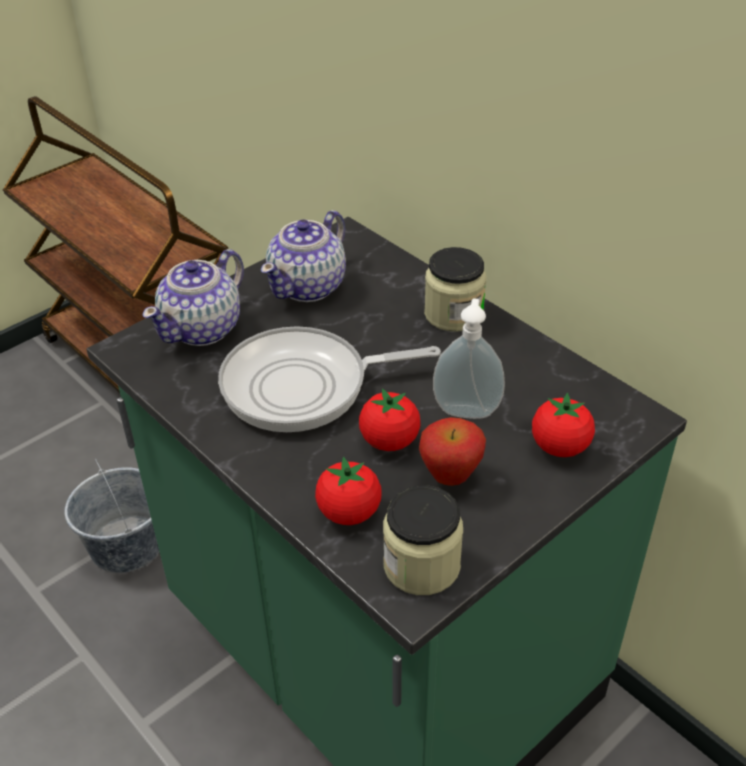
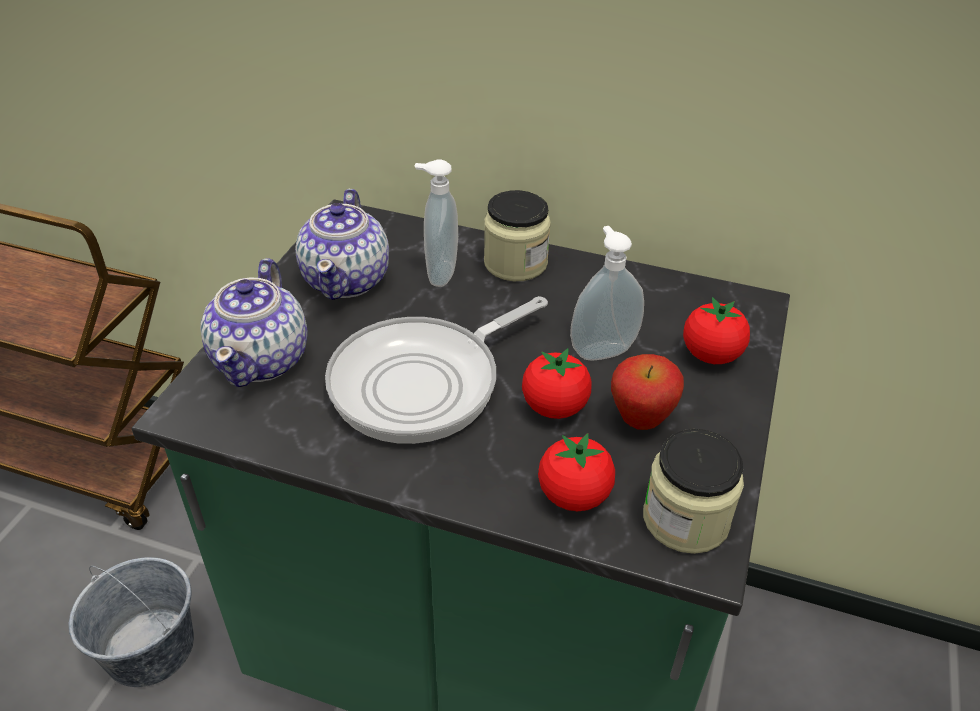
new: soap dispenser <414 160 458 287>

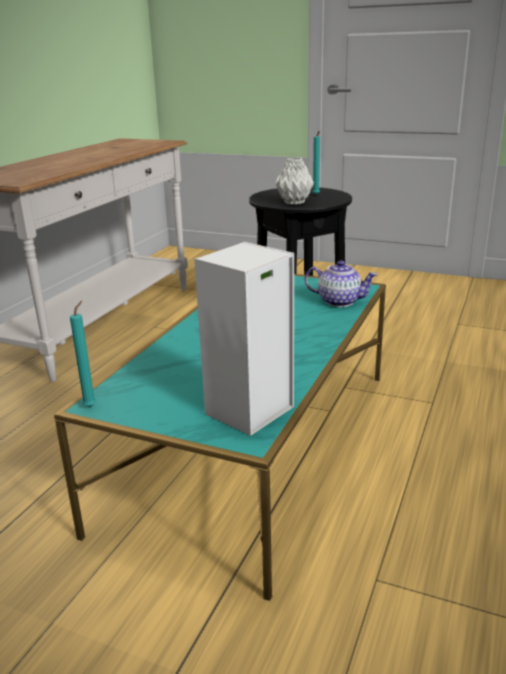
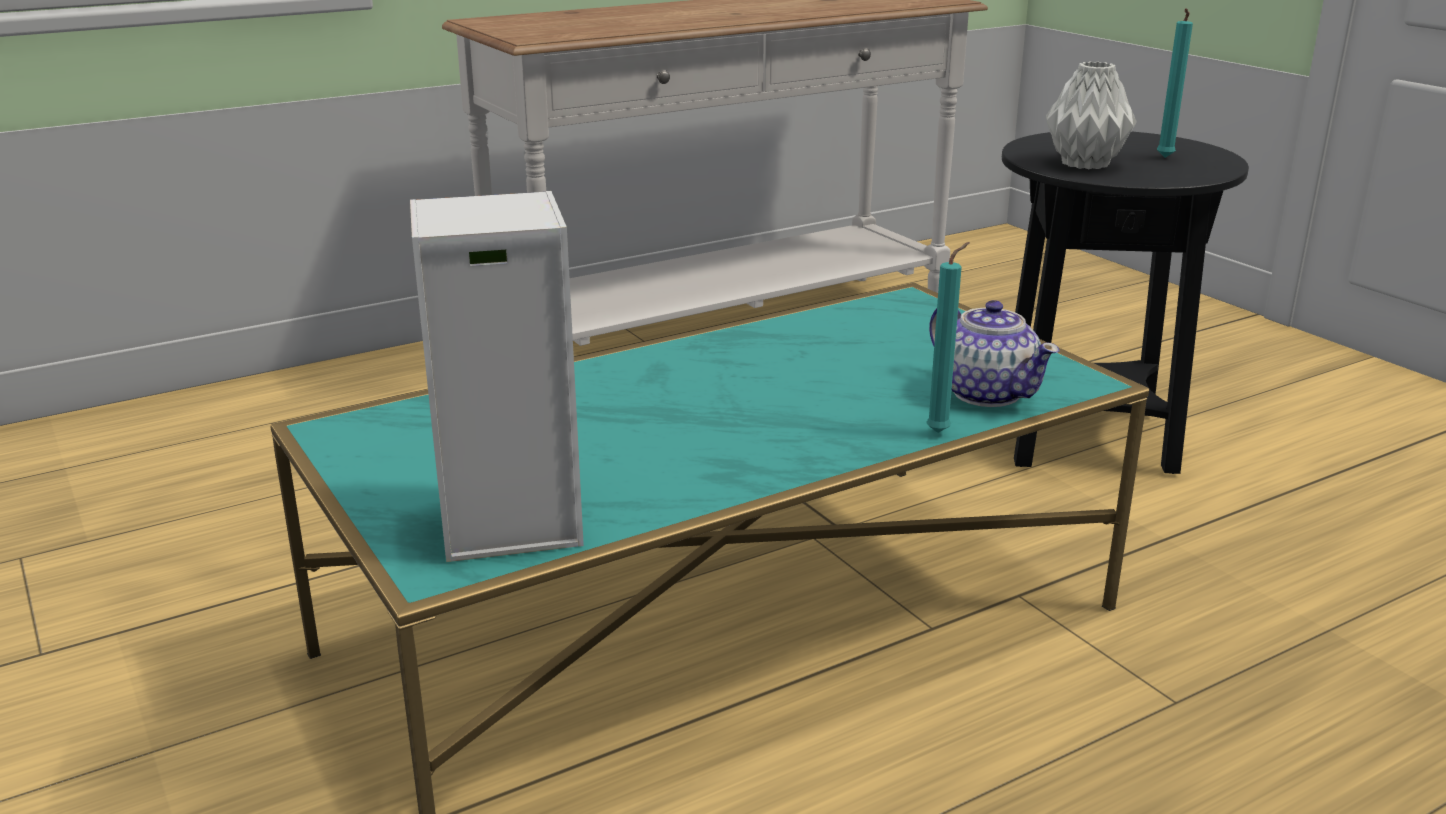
shifted: candle in blue-green <70 301 96 407> to <926 242 970 433>

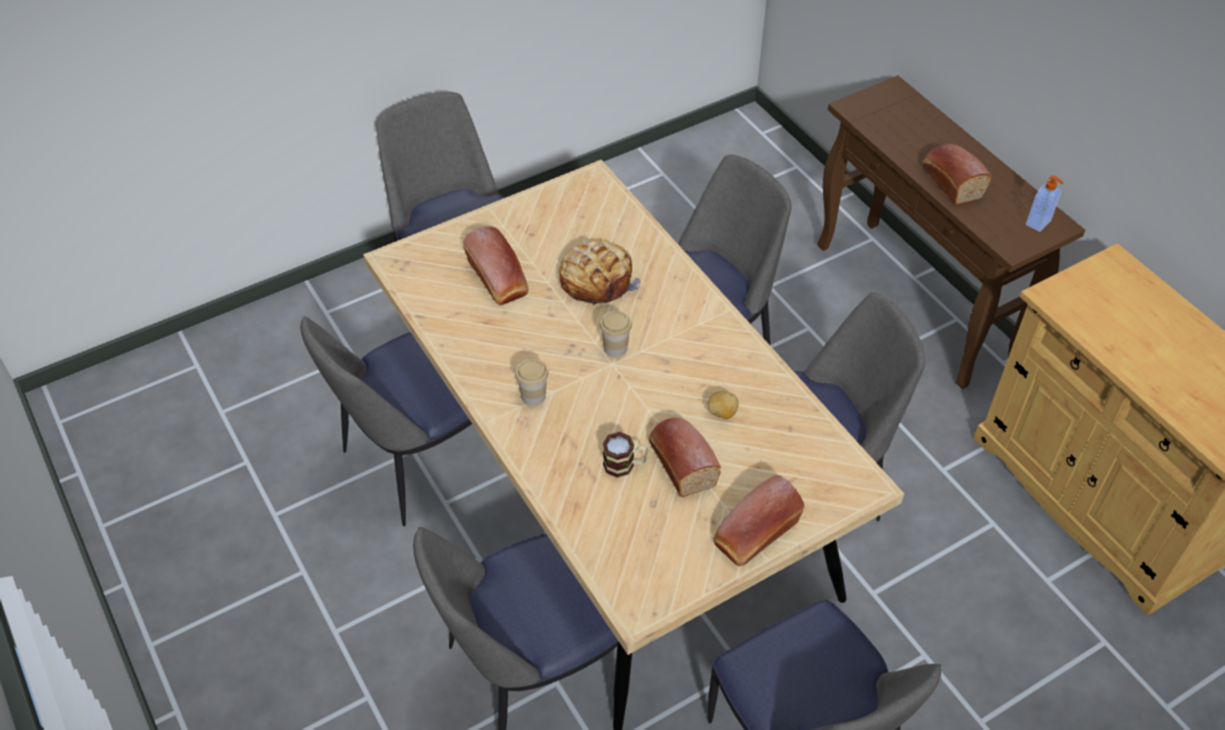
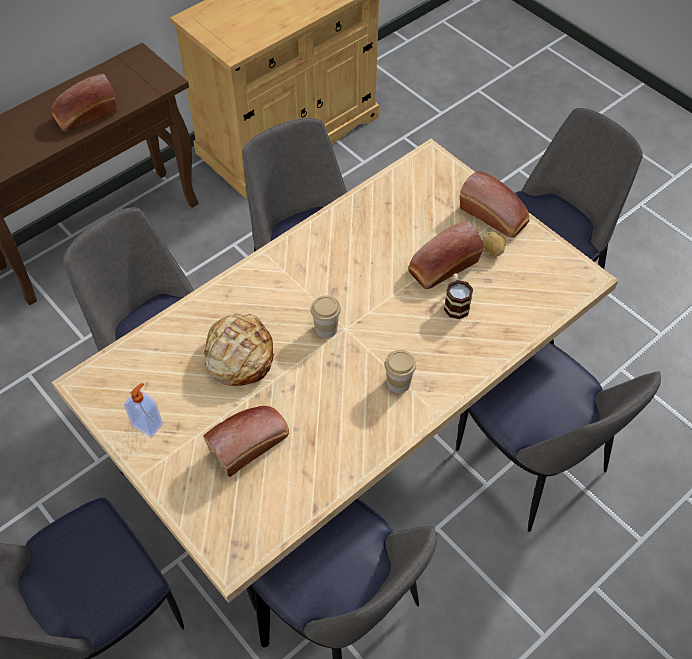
shifted: potato <707 391 739 419> to <482 231 506 256>; soap dispenser <1026 175 1063 232> to <124 383 163 437>

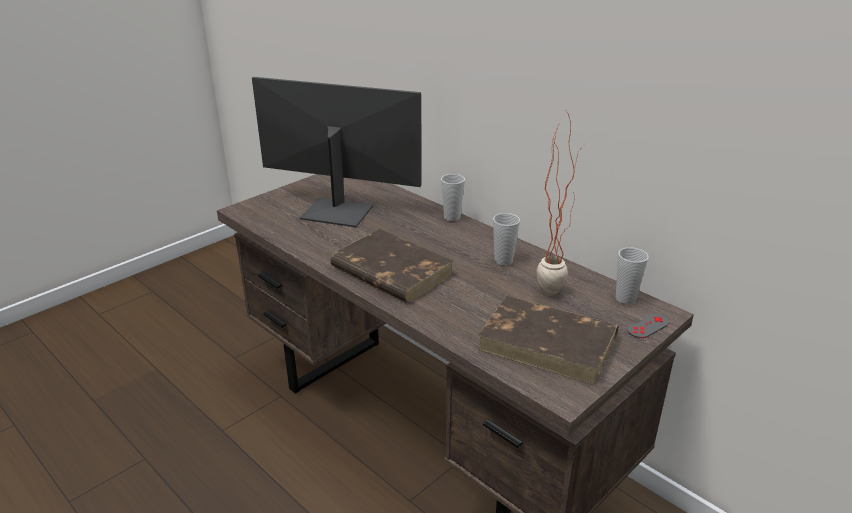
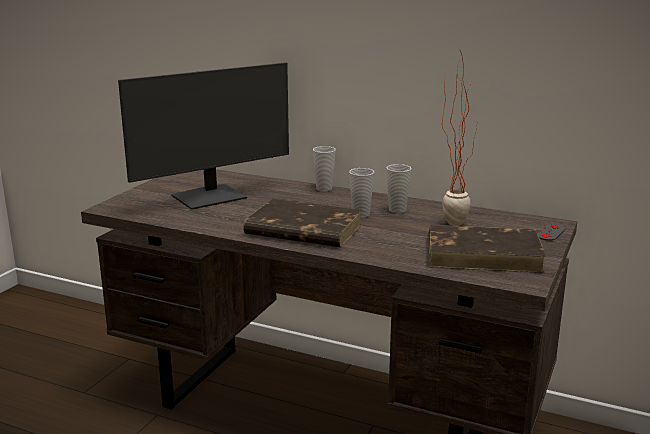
shifted: drinking cup <616 247 649 304> to <349 168 374 218>
rotated: computer display <252 77 421 227> = <118 62 289 210> 150 degrees clockwise

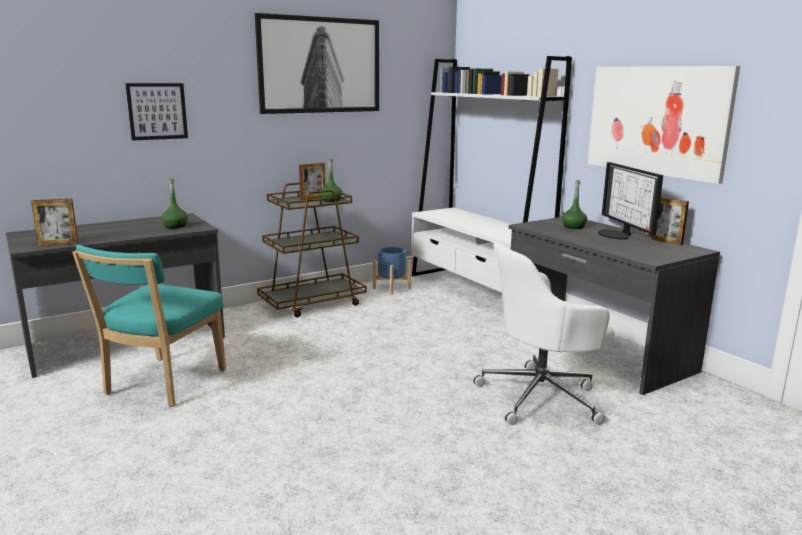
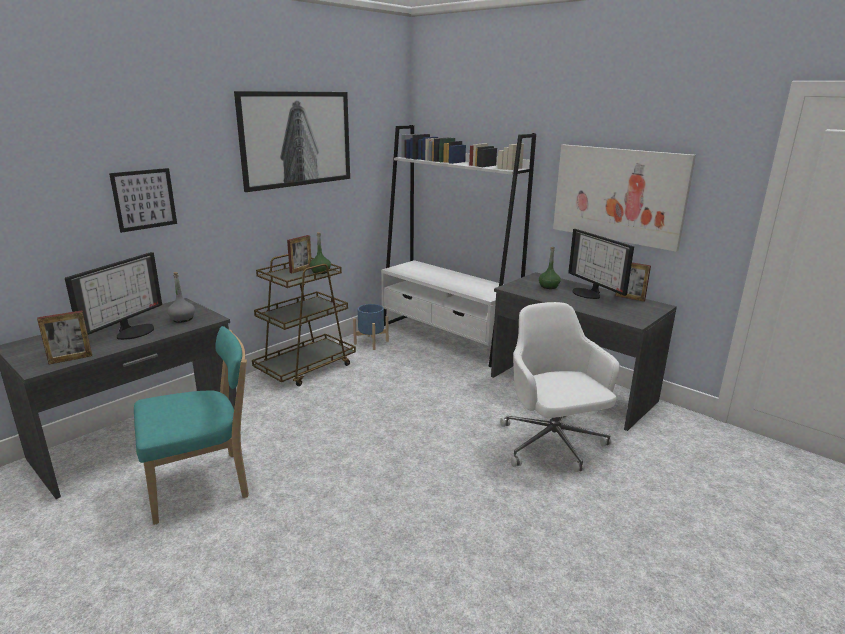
new: computer display <65 252 162 340>
repainted: beverage bottle in green-coloured <162 178 188 228> to beverage bottle in grey <167 272 195 323>
rotated: upright chair in blue-green <72 245 226 407> = <134 326 249 525> 120 degrees counterclockwise; computer chair in white <473 241 615 425> = <500 302 620 472> 105 degrees clockwise

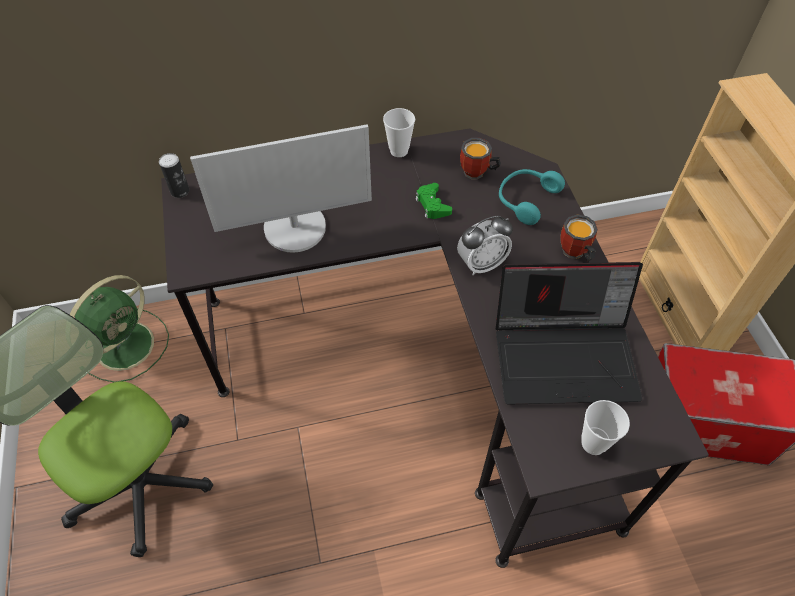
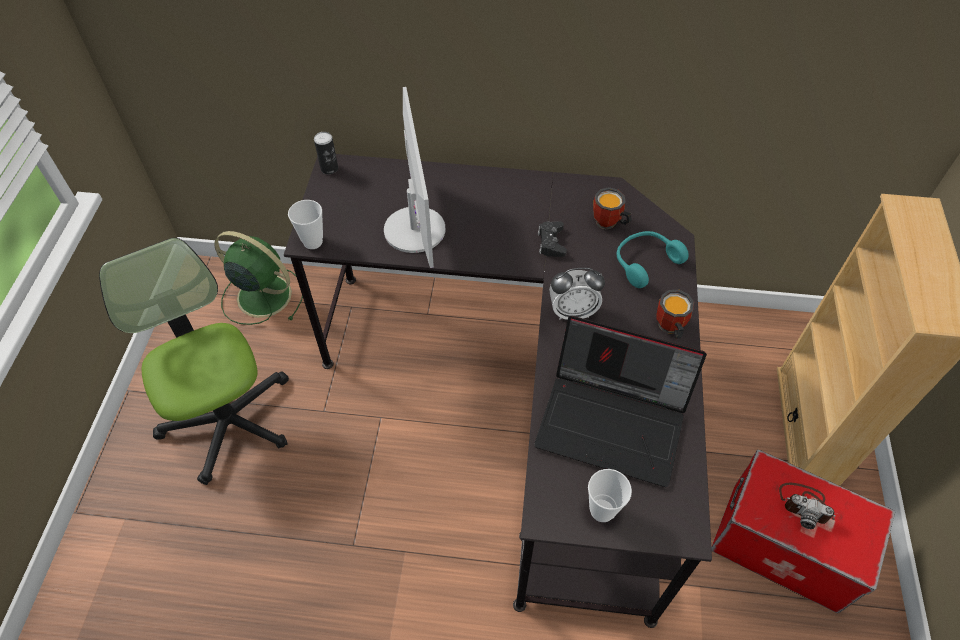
new: still camera <779 483 835 529>
shifted: drinking cup <383 108 415 157> to <288 200 323 249>
repainted: game controller in green-coloured <416 183 452 219> to game controller in black-coloured <538 221 567 257>
rotated: electric fan in green-coloured <69 275 169 382> = <214 231 303 325> 120 degrees counterclockwise; computer display <190 124 372 253> = <384 87 445 268> 105 degrees counterclockwise

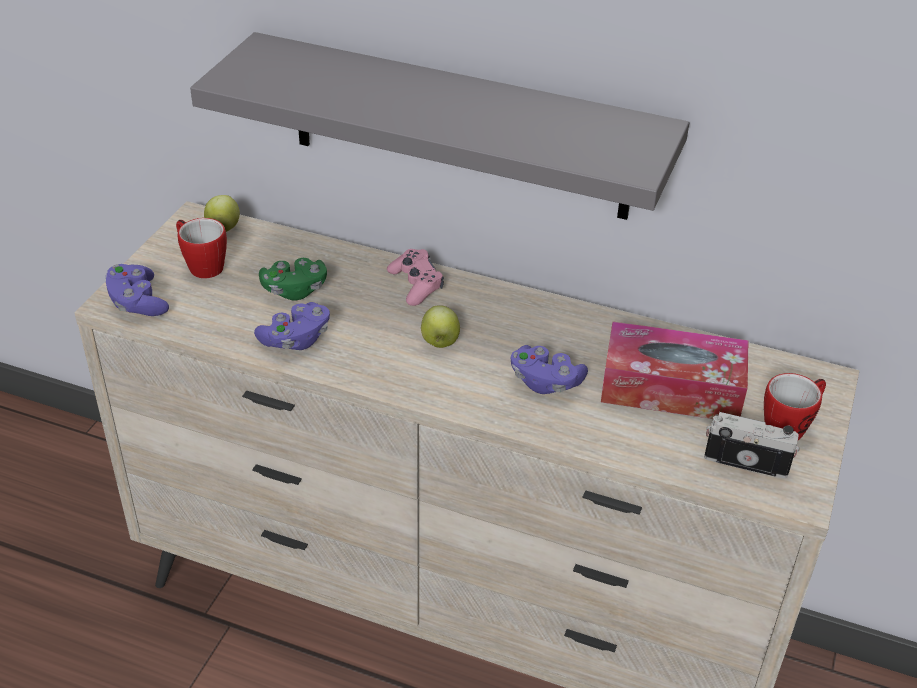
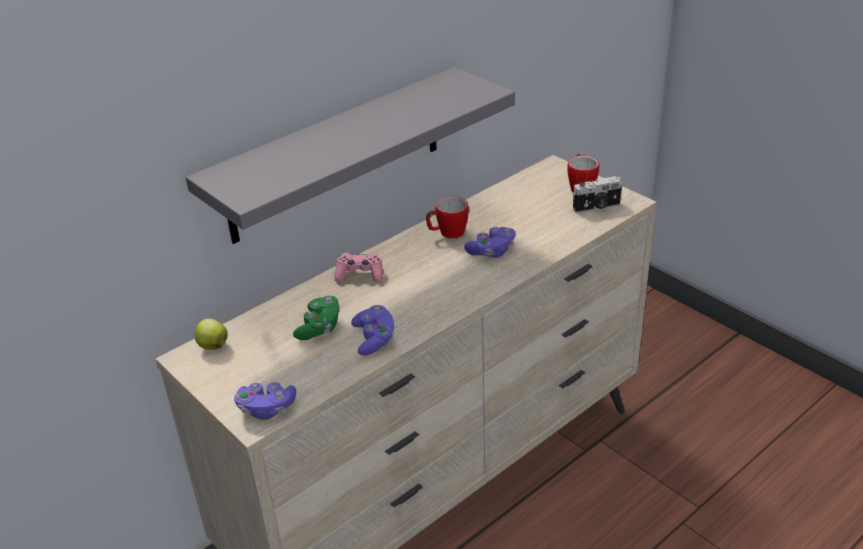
gone: apple <421 306 460 348>; tissue holder <601 322 749 419>
shifted: coffee mug <176 218 227 279> to <426 196 469 239>
rotated: still camera <704 412 799 478> = <573 176 623 213> 150 degrees counterclockwise

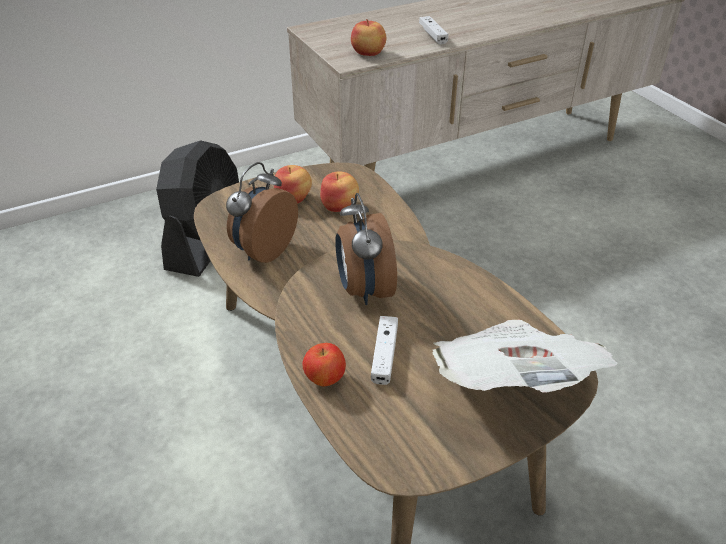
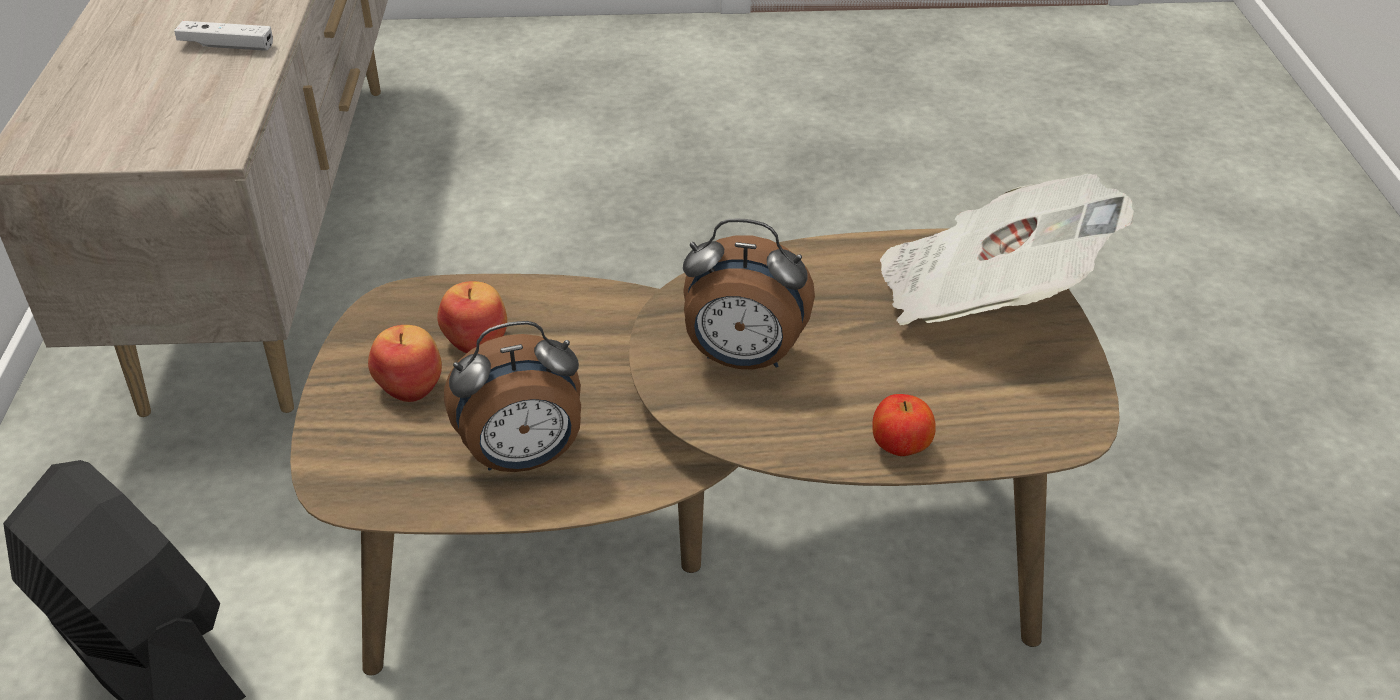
gone: apple <351 19 386 56>; game controller in white <371 316 398 385>
rotated: alarm clock <226 162 298 263> = <444 321 581 472> 75 degrees counterclockwise

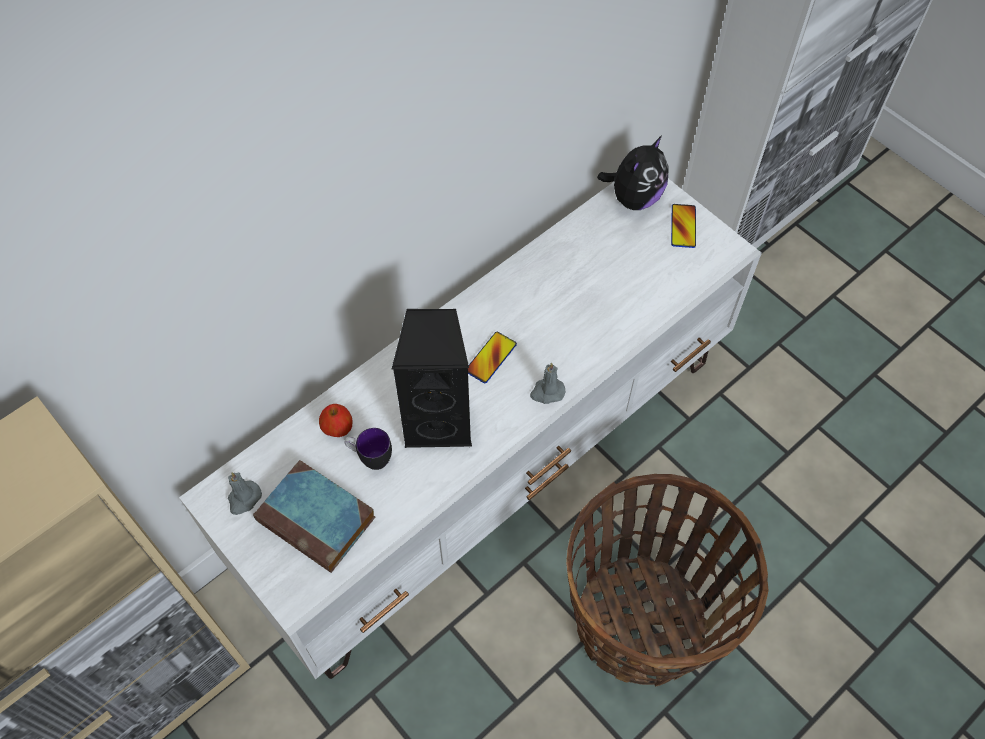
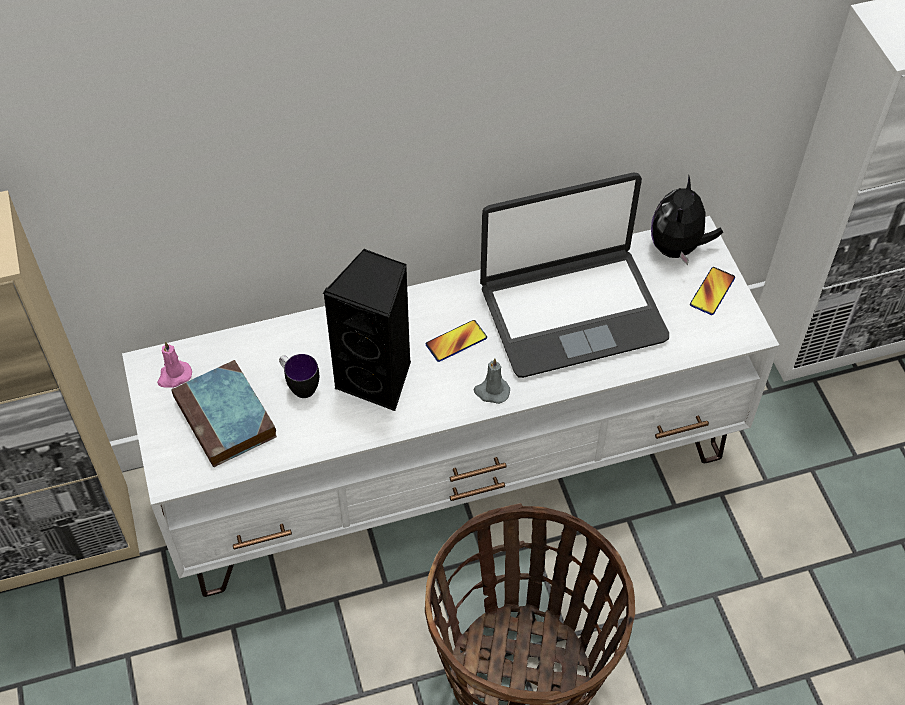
gone: apple <319 404 353 437>
new: laptop <480 173 669 378>
repainted: candle in grey <228 472 262 515> to candle in pink-coloured <157 341 192 388>
rotated: cuddly toy <597 136 669 210> = <651 175 723 265> 135 degrees clockwise

